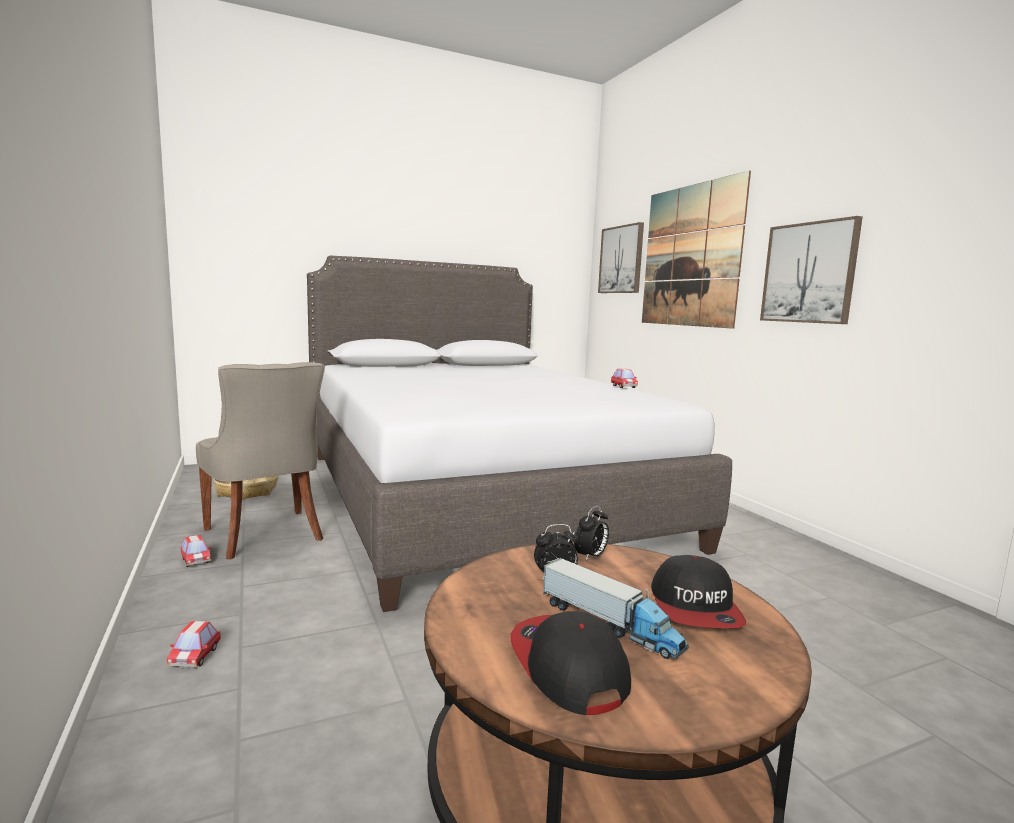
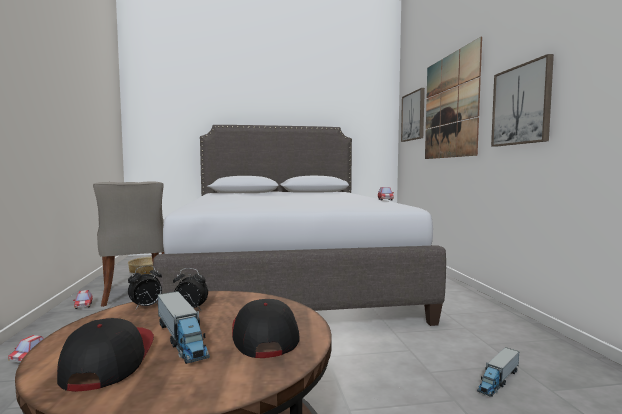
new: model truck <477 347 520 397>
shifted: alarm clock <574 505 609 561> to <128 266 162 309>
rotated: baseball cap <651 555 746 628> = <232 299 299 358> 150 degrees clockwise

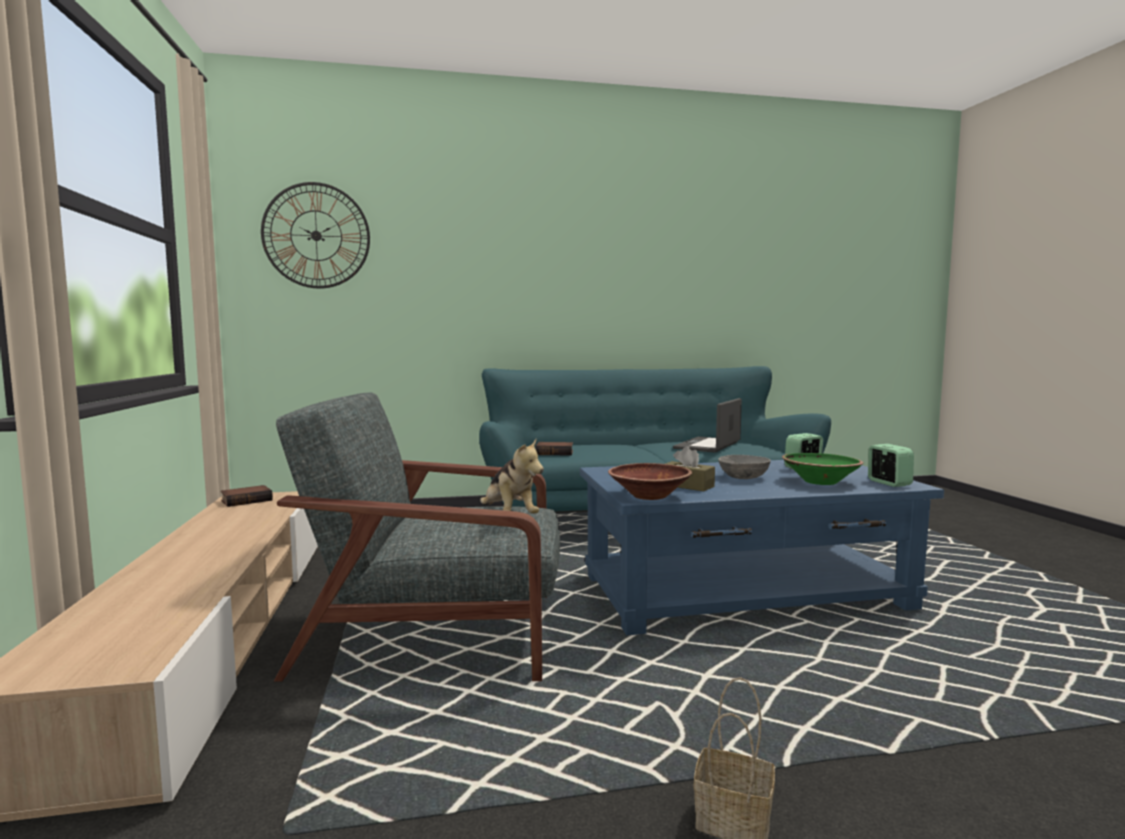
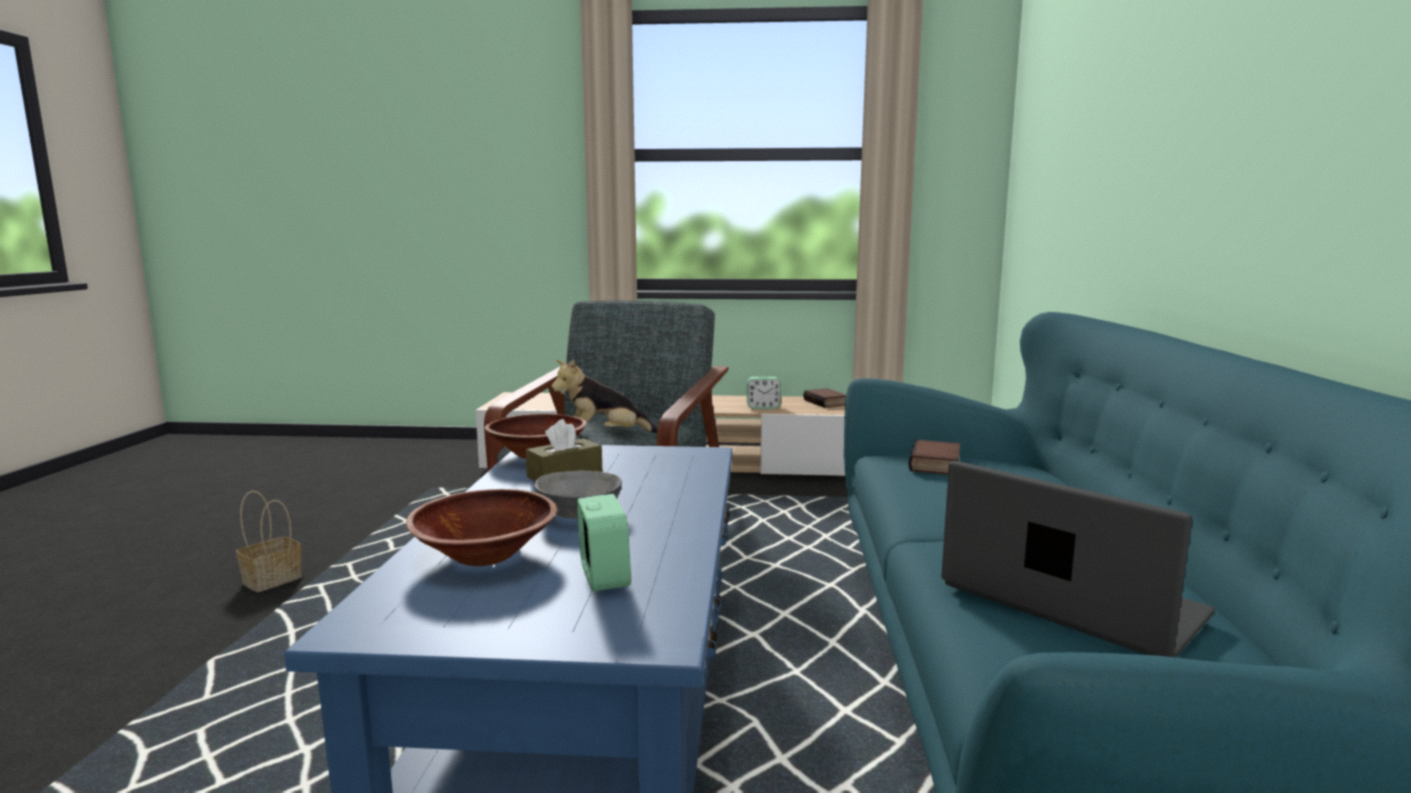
gone: hanging clock <261 182 370 289>
shifted: alarm clock <868 444 914 487> to <747 376 781 409>
repainted: deep dish in green-coloured <782 453 864 485> to deep dish in brownish <406 489 557 566>

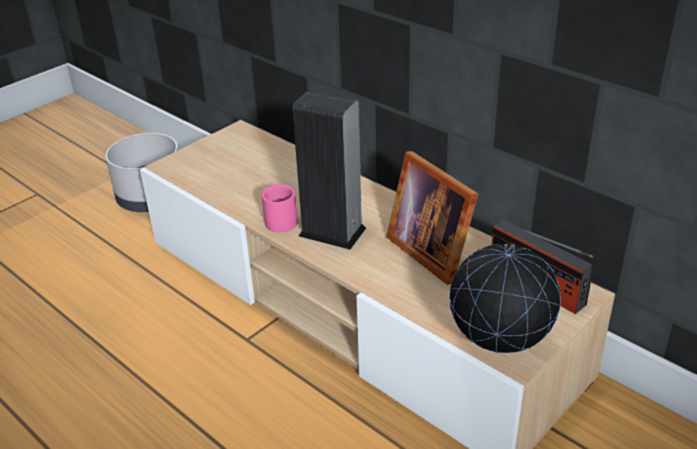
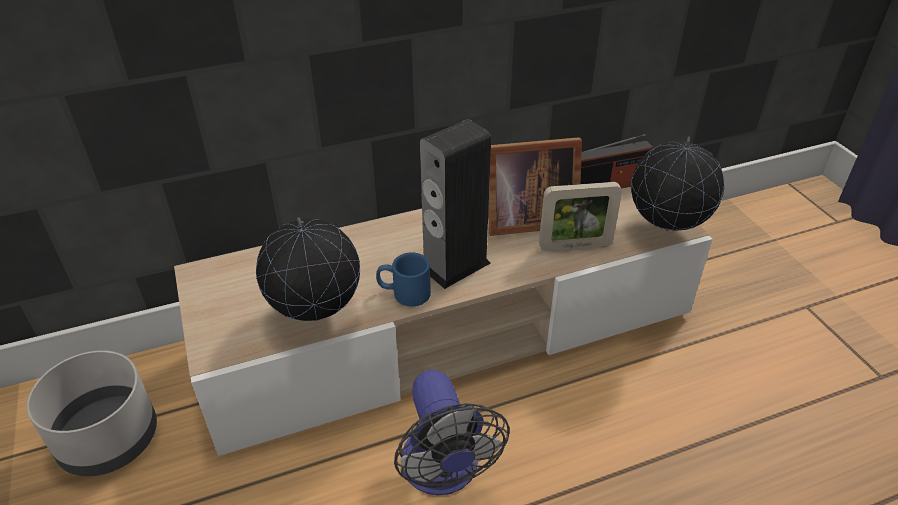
new: world globe <256 217 360 321>; electric fan <394 369 510 495>; picture frame <539 182 622 251>
repainted: coffee mug in pink-coloured <261 184 298 232> to coffee mug in blue-coloured <376 252 431 307>

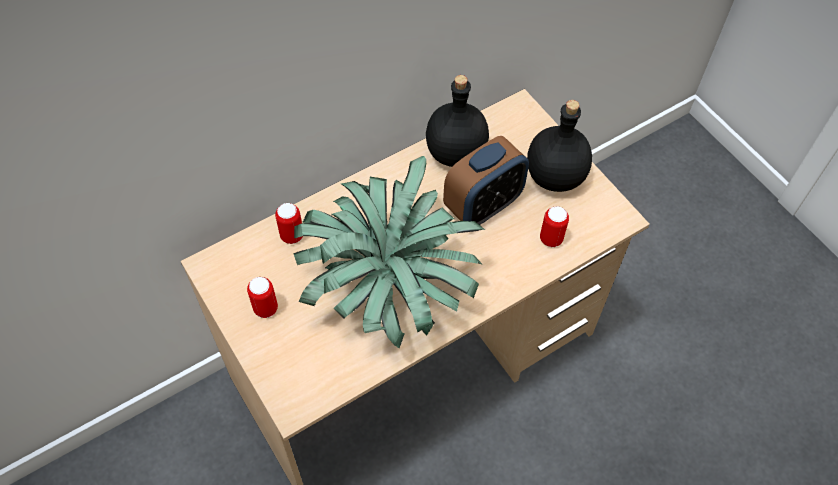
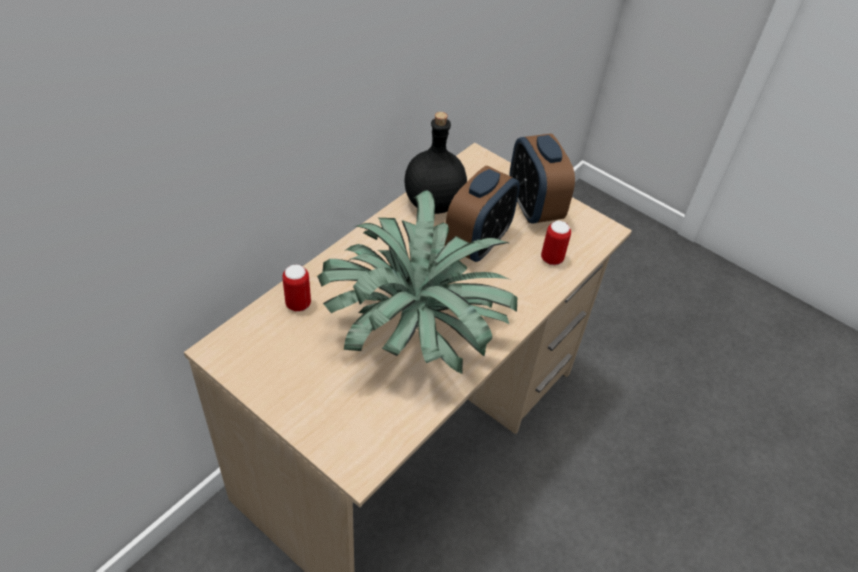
gone: sealed can <247 277 278 318>
swapped: beverage bottle in black-coloured <527 100 592 192> to alarm clock <510 134 575 223>

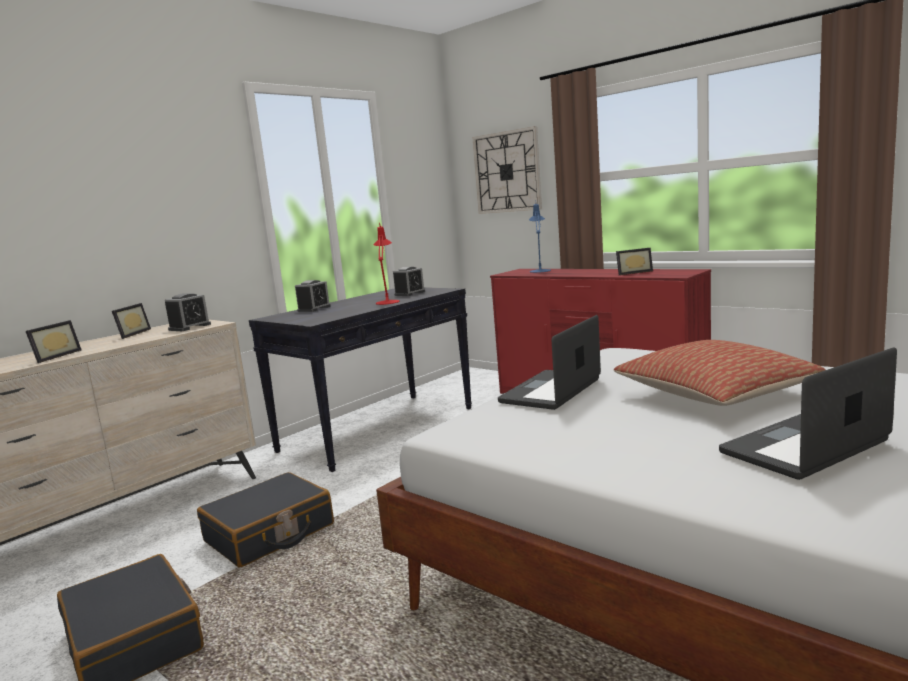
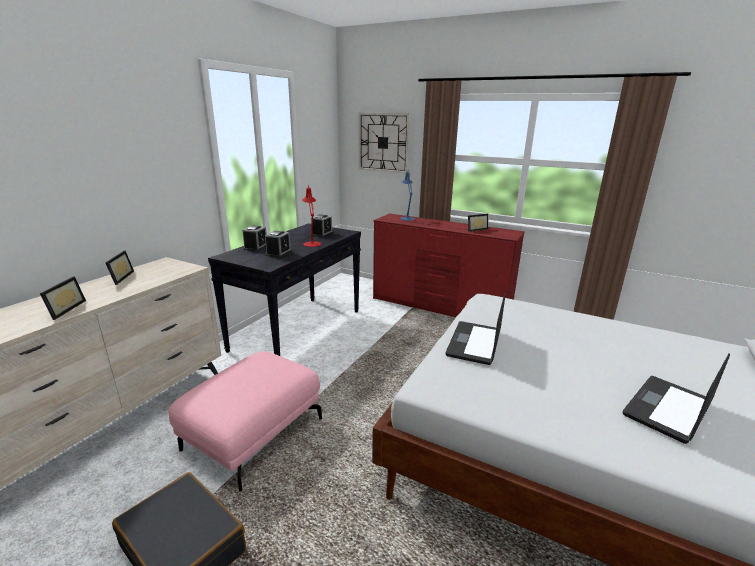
gone: pillow <614 340 826 406>
shifted: alarm clock <165 294 211 331> to <265 231 291 258>
swapped: travel case in black-coloured <197 472 334 567> to ottoman in pink-coloured <169 351 322 492>

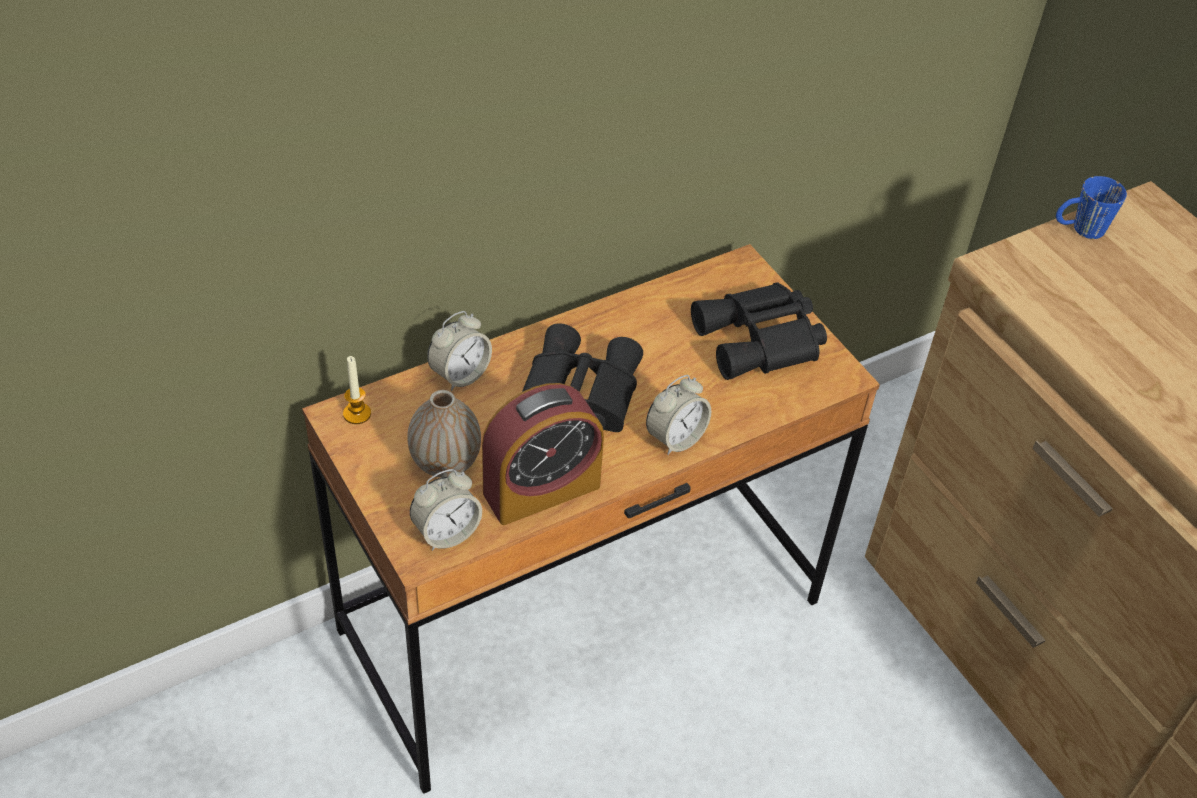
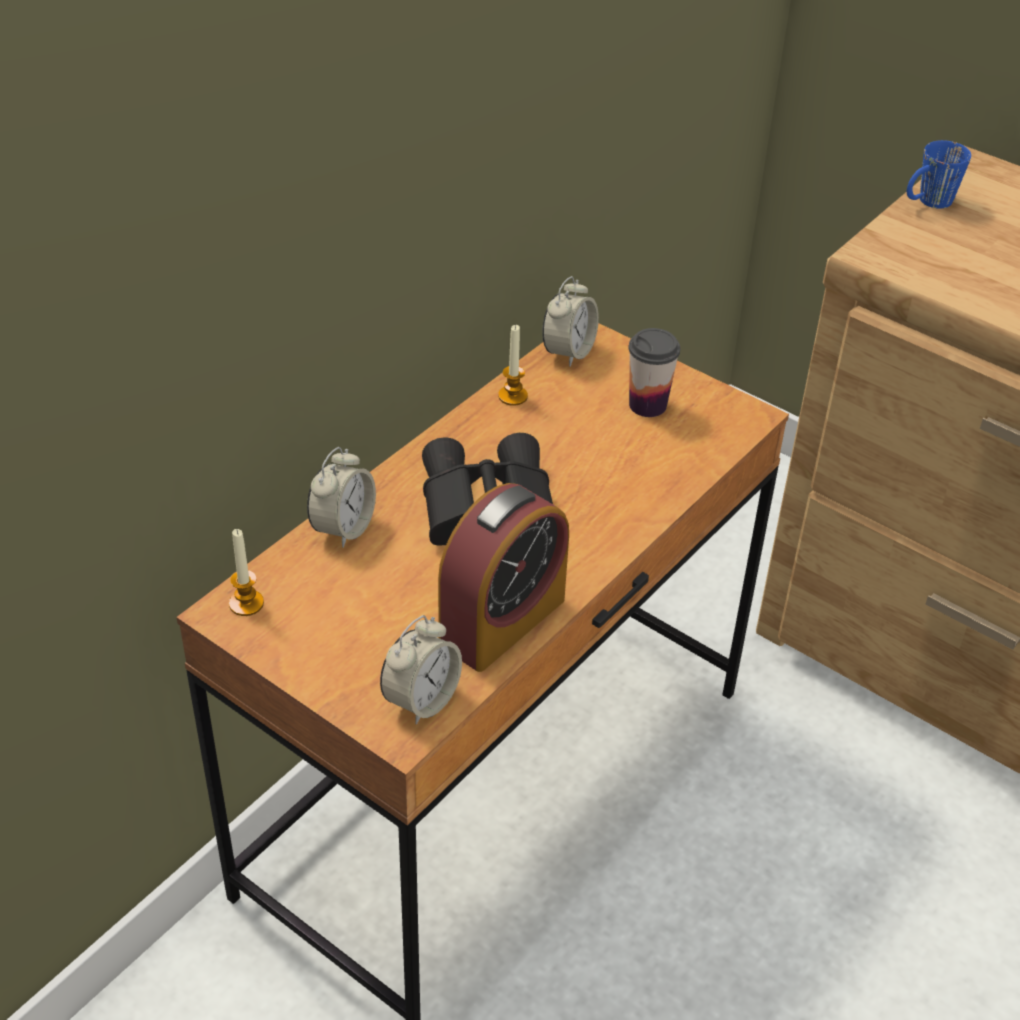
gone: flower vase <407 390 481 478>
new: candle <498 325 528 406>
shifted: alarm clock <646 375 711 455> to <542 276 599 367>
swapped: pair of binoculars in black-coloured <691 282 827 380> to drinking cup <628 328 680 417>

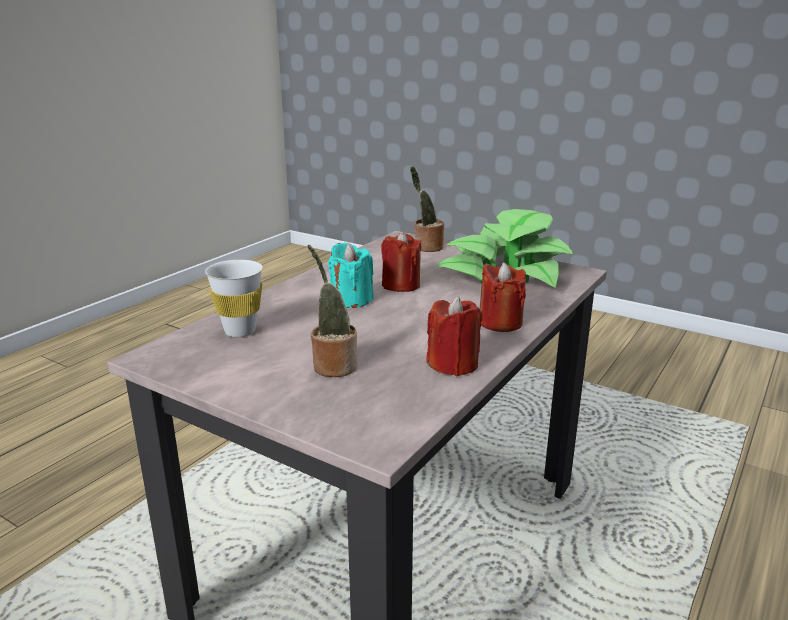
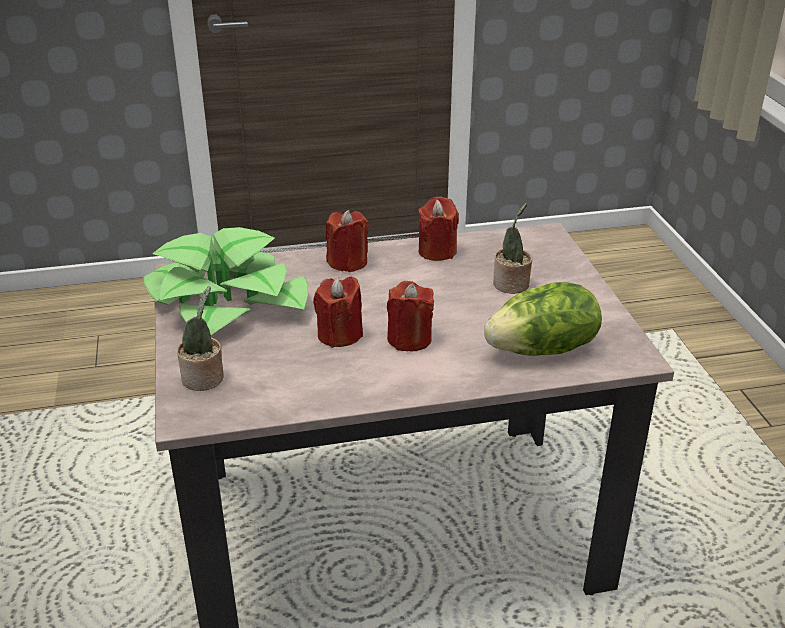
swapped: drinking cup in white <205 260 263 337> to lettuce head <484 282 602 356>
repainted: candle in blue-green <328 243 374 308> to candle in red <387 281 434 352>

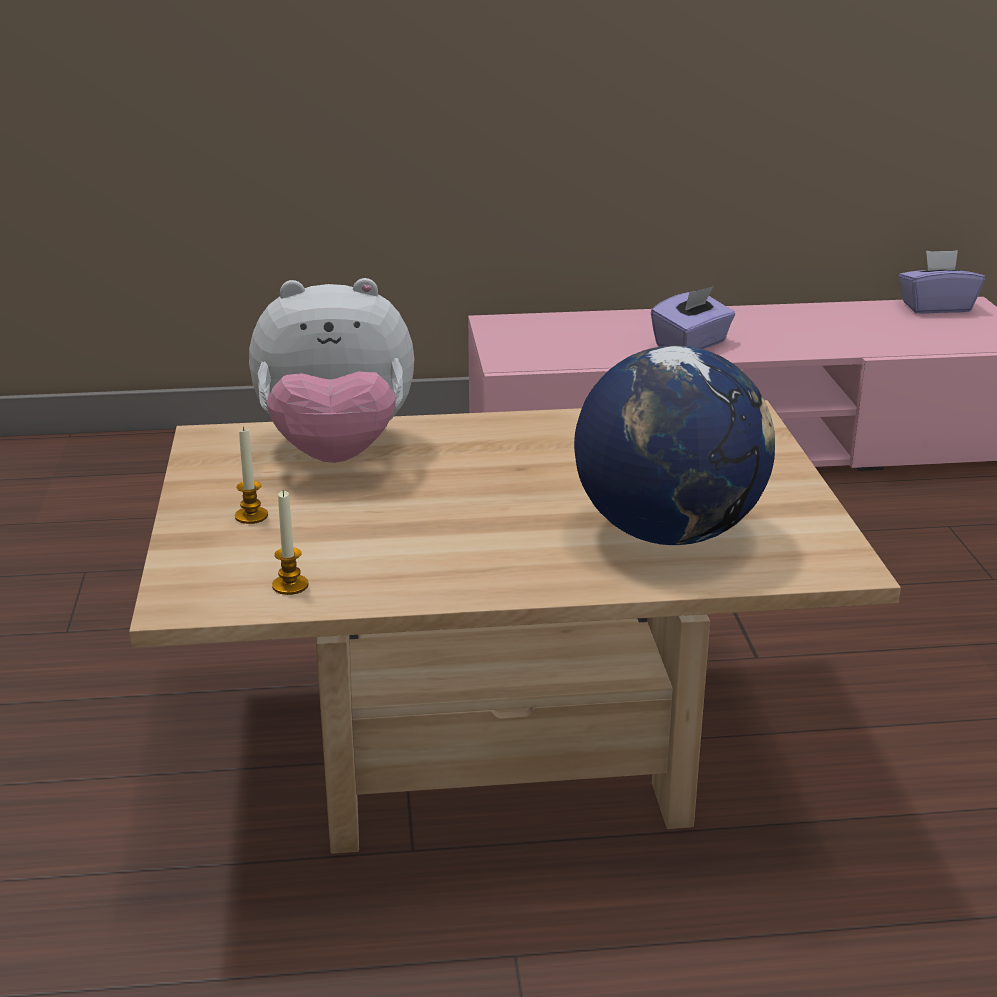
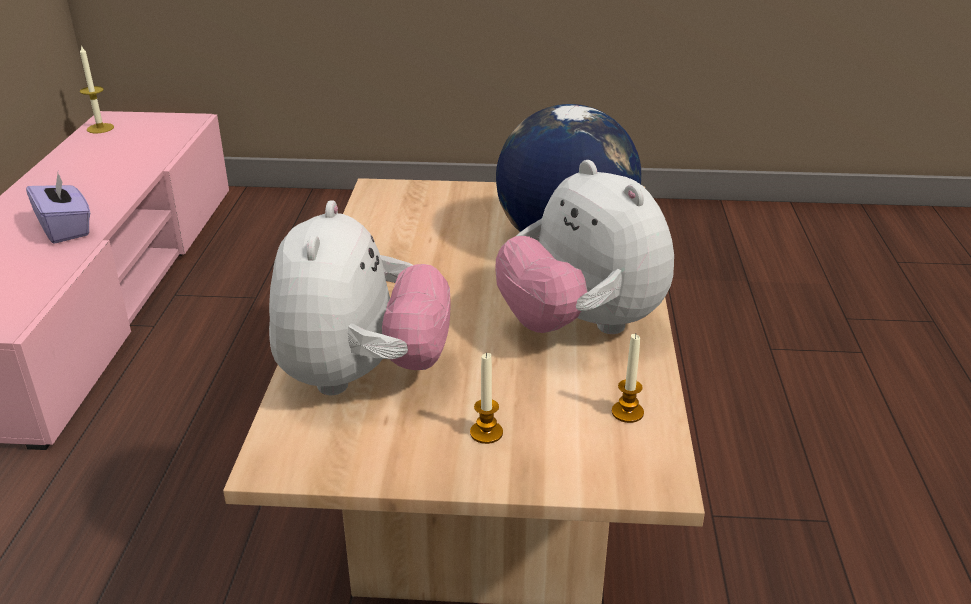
new: cuddly toy <495 160 674 334>
swapped: tissue holder in purplish <899 250 985 314> to candle <80 45 114 133>

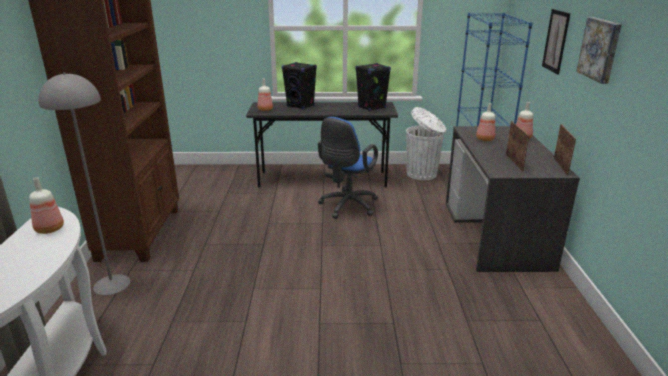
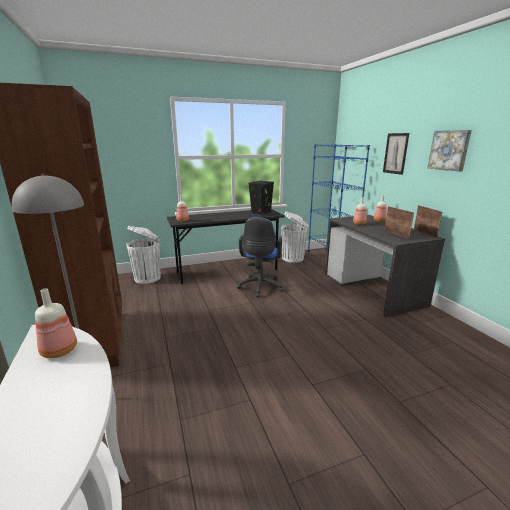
gone: audio speaker in black-coloured <282 62 317 110>
new: rubbish bin in white <126 226 160 284>

